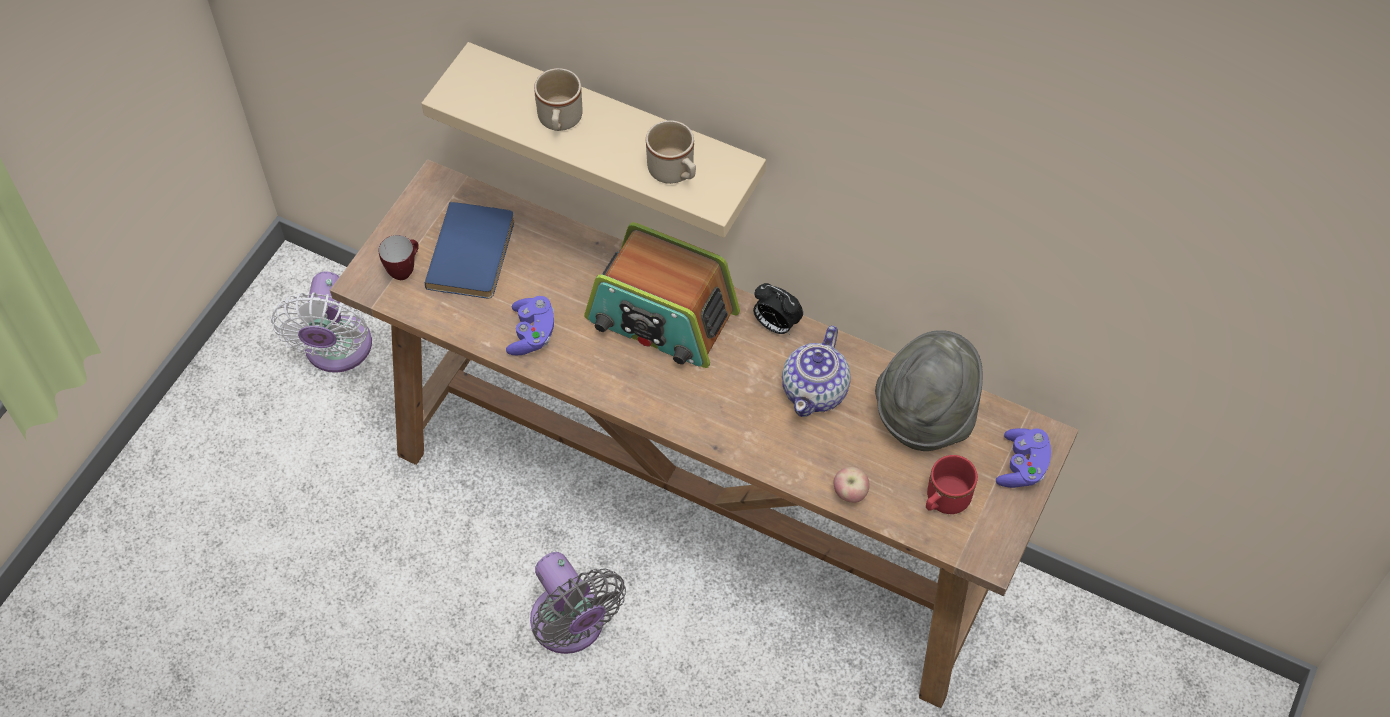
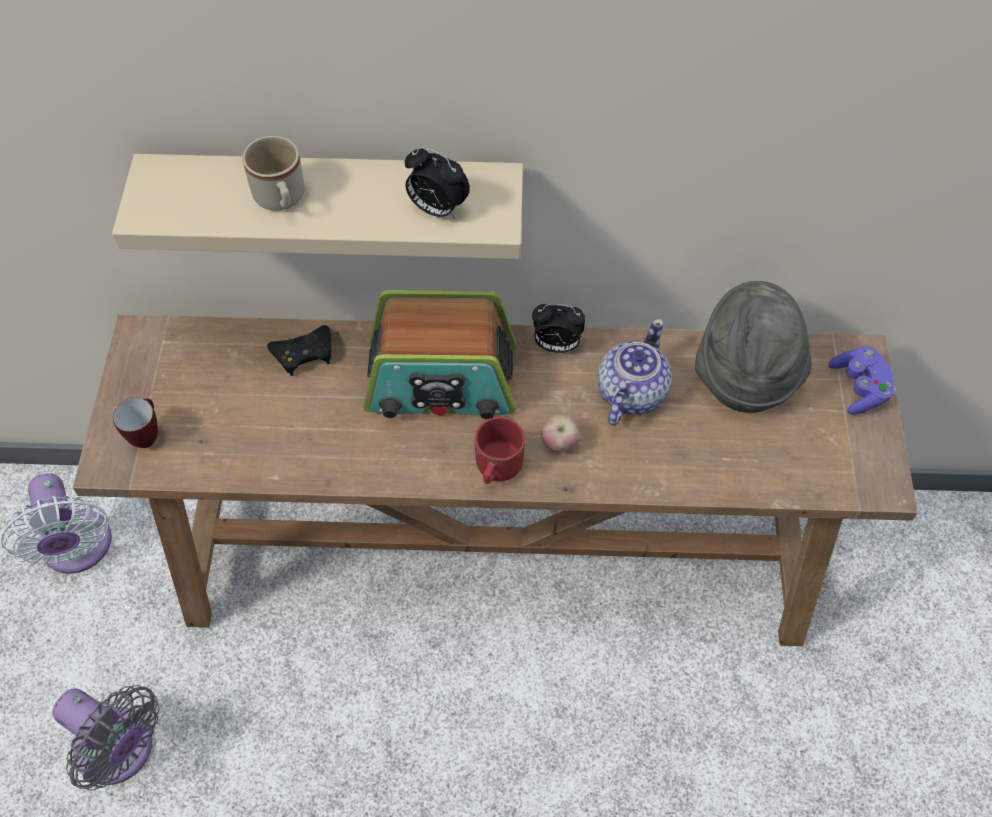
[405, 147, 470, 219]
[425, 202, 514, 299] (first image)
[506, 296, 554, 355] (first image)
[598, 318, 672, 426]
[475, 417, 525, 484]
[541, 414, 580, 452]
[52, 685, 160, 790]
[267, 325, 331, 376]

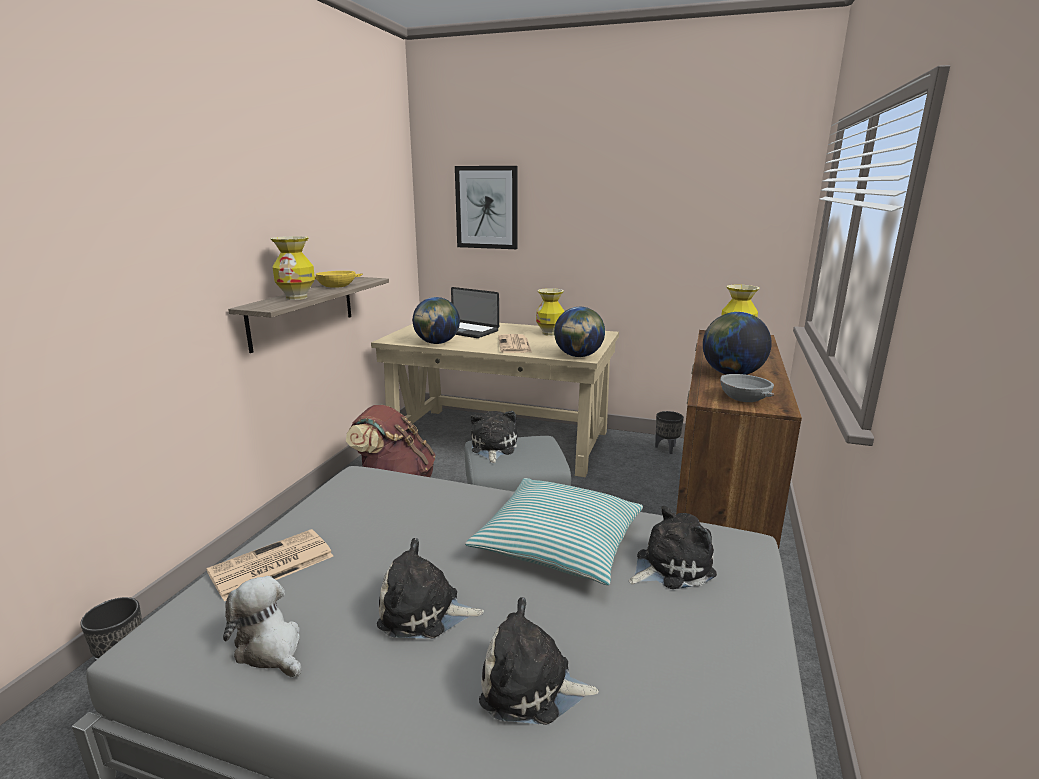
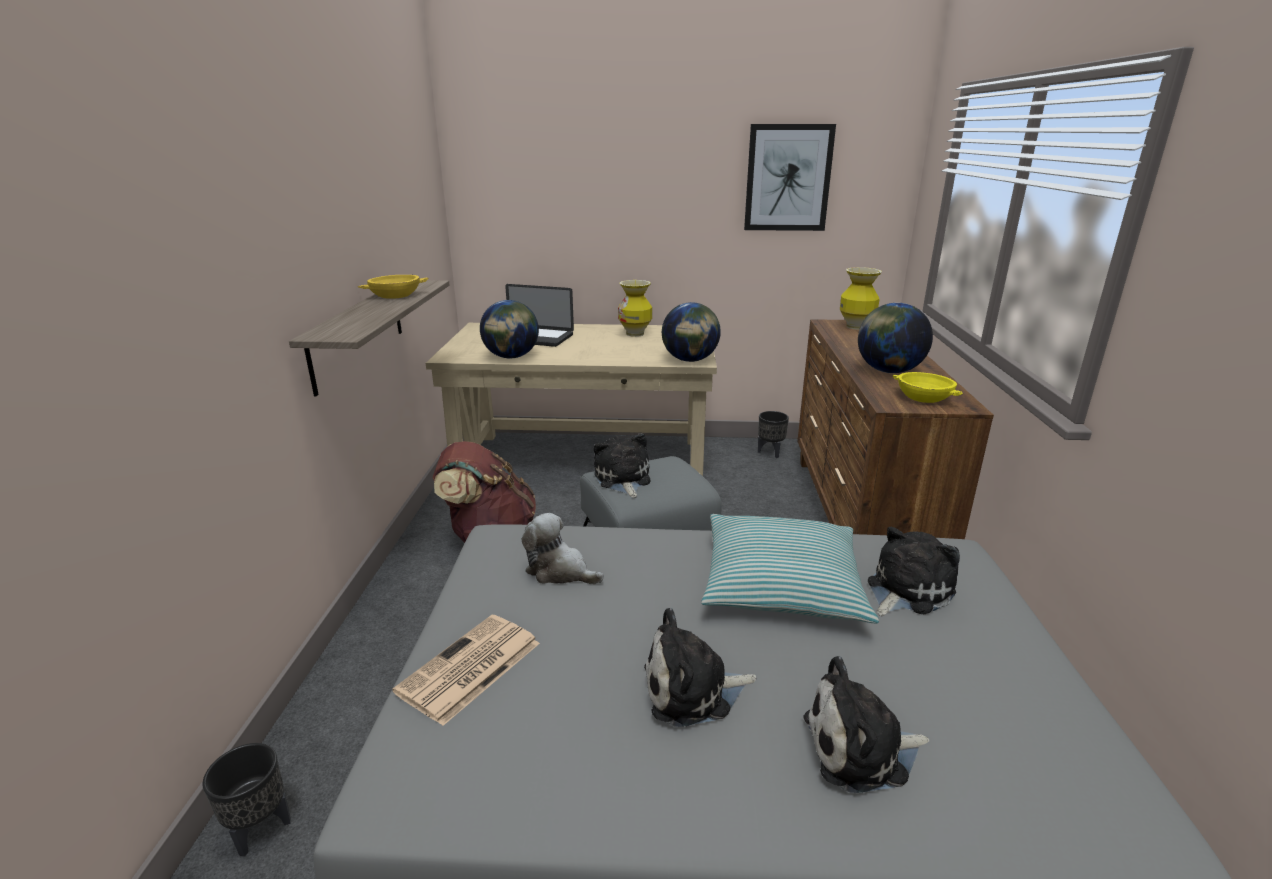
[744, 124, 836, 231]
[270, 236, 315, 300] (first image)
[498, 334, 532, 353] (first image)
[893, 372, 964, 403]
[522, 513, 604, 584]

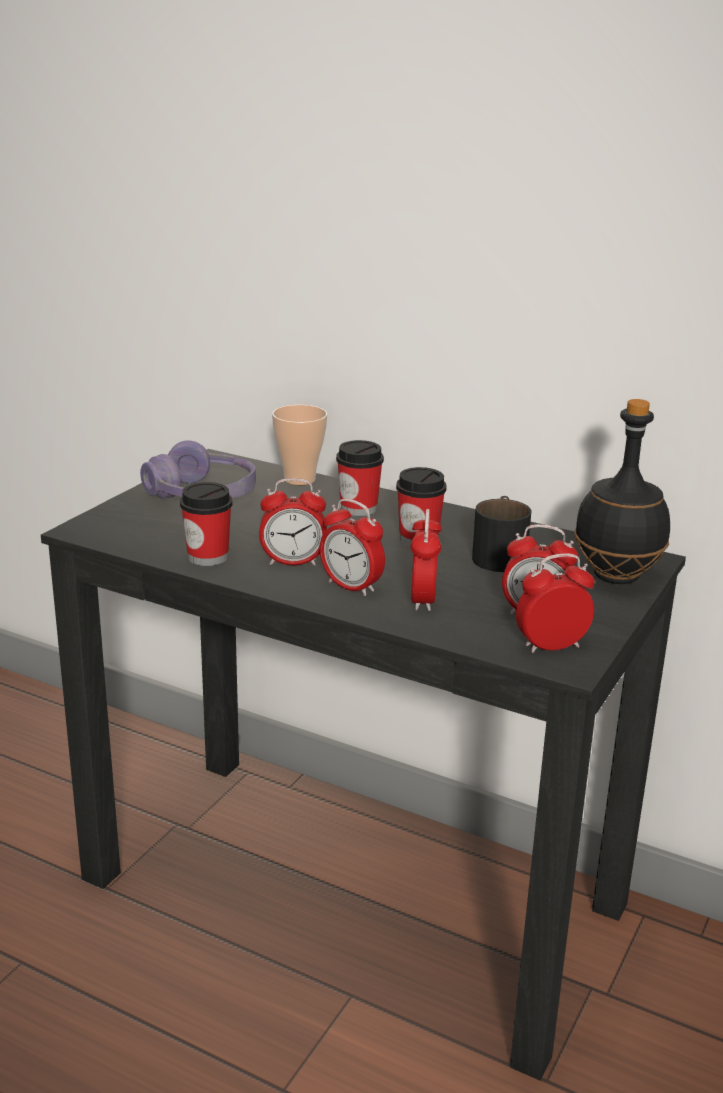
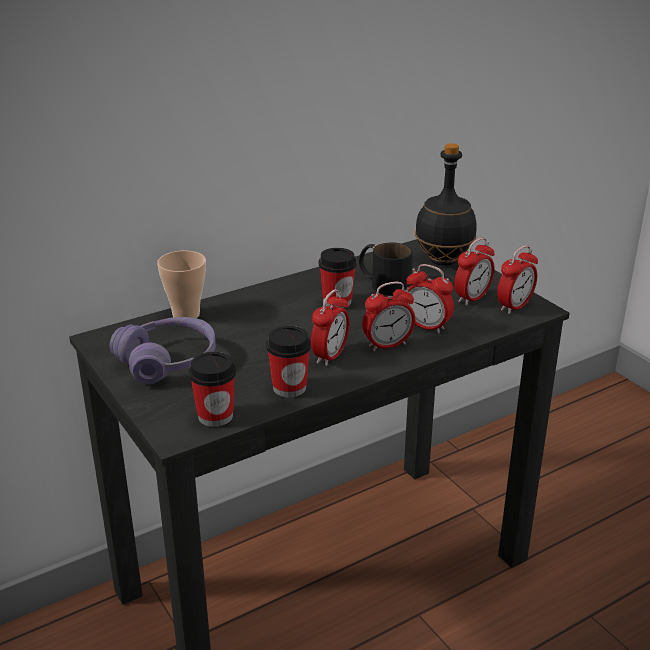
[189, 352, 236, 427]
[497, 245, 538, 314]

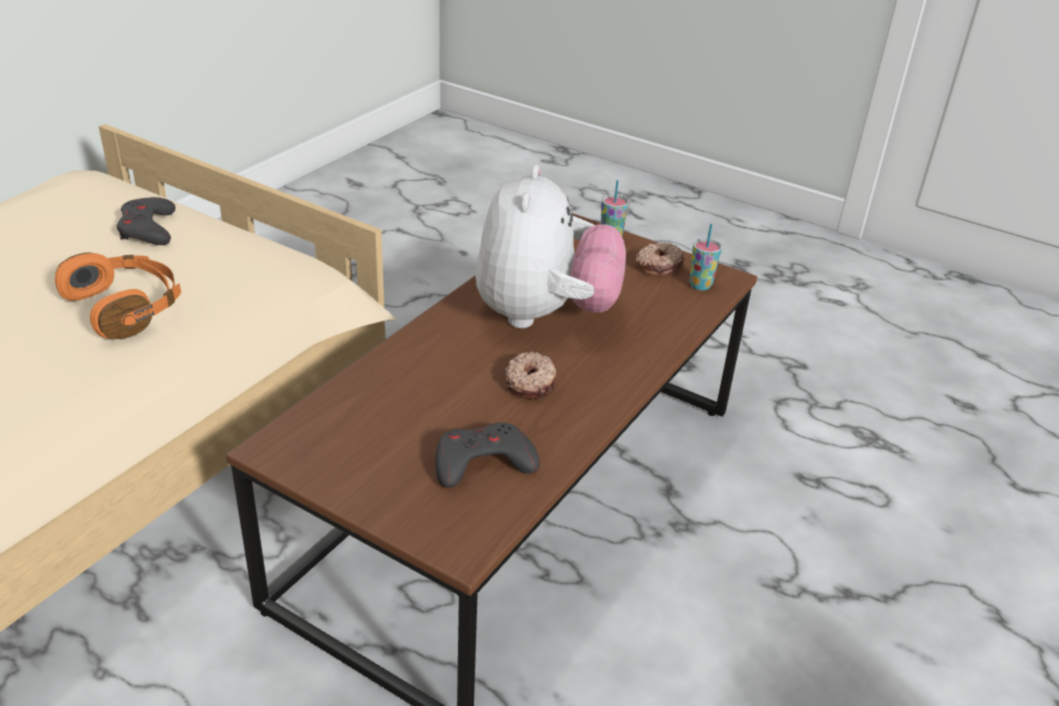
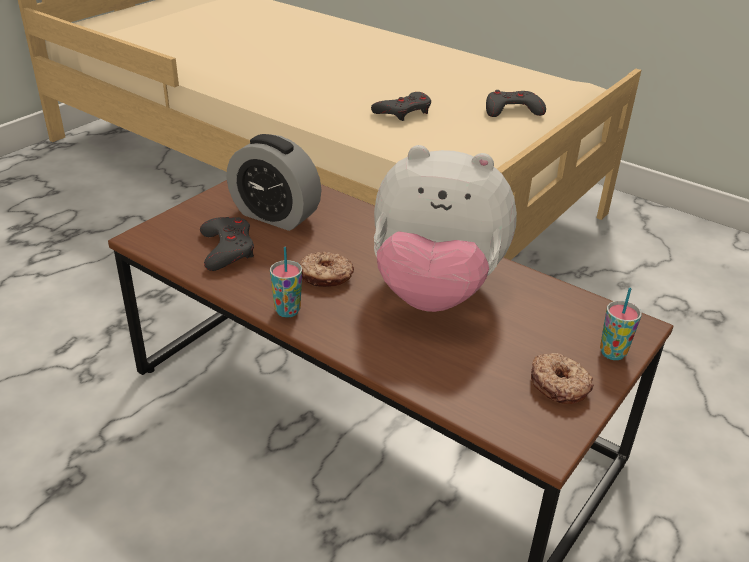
[270, 247, 302, 317]
[371, 92, 431, 121]
[227, 134, 321, 231]

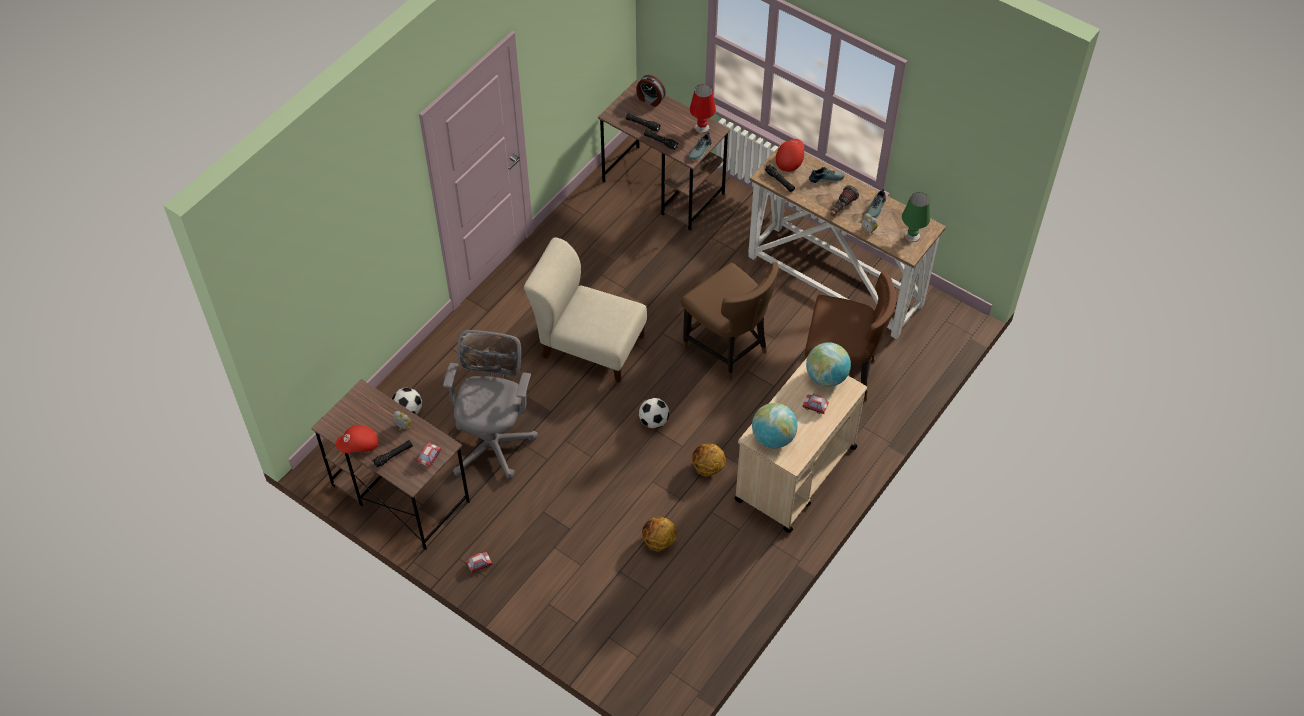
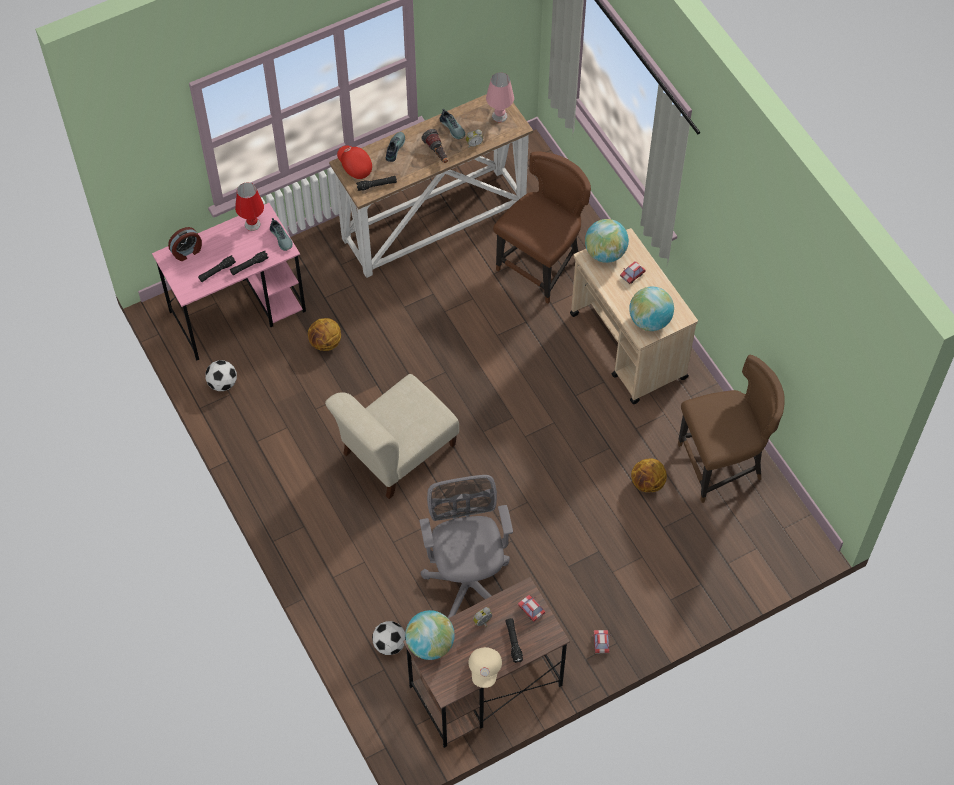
[152, 203, 306, 361]
[486, 72, 514, 122]
[678, 355, 785, 503]
[419, 475, 513, 618]
[205, 360, 237, 391]
[468, 647, 502, 688]
[308, 318, 341, 351]
[405, 610, 455, 660]

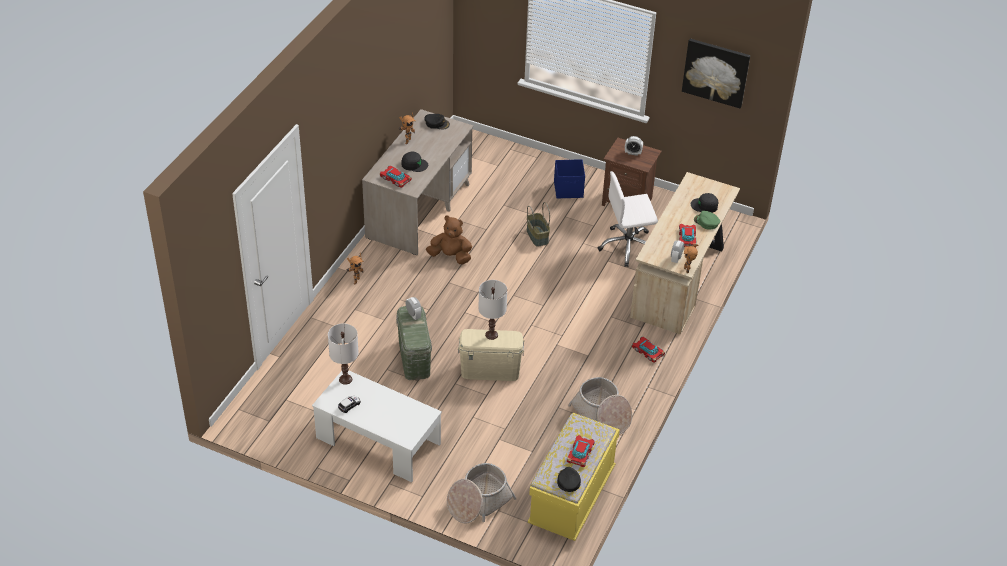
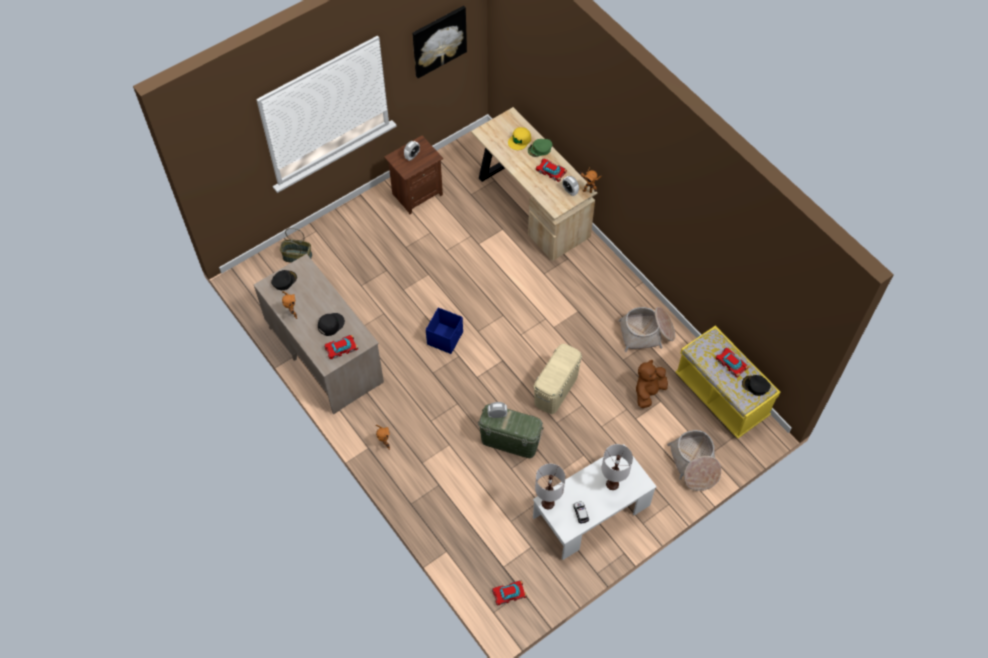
[426, 307, 463, 354]
[598, 171, 658, 267] (first image)
[508, 127, 531, 150]
[280, 228, 312, 263]
[636, 360, 668, 408]
[602, 444, 633, 490]
[492, 580, 527, 606]

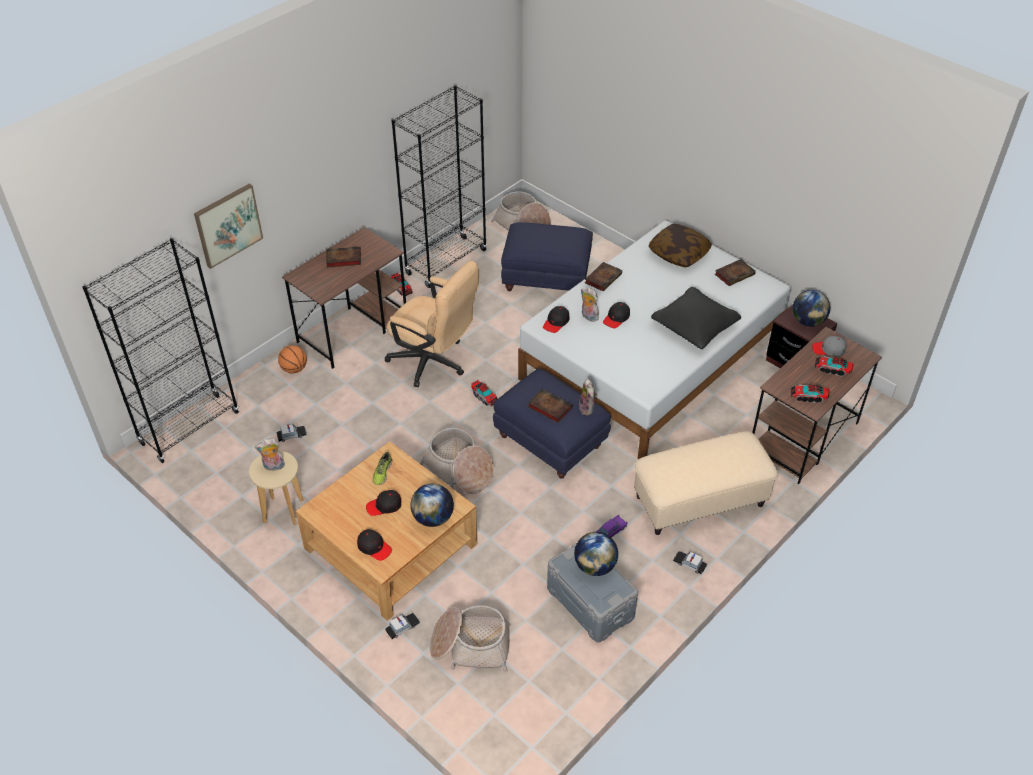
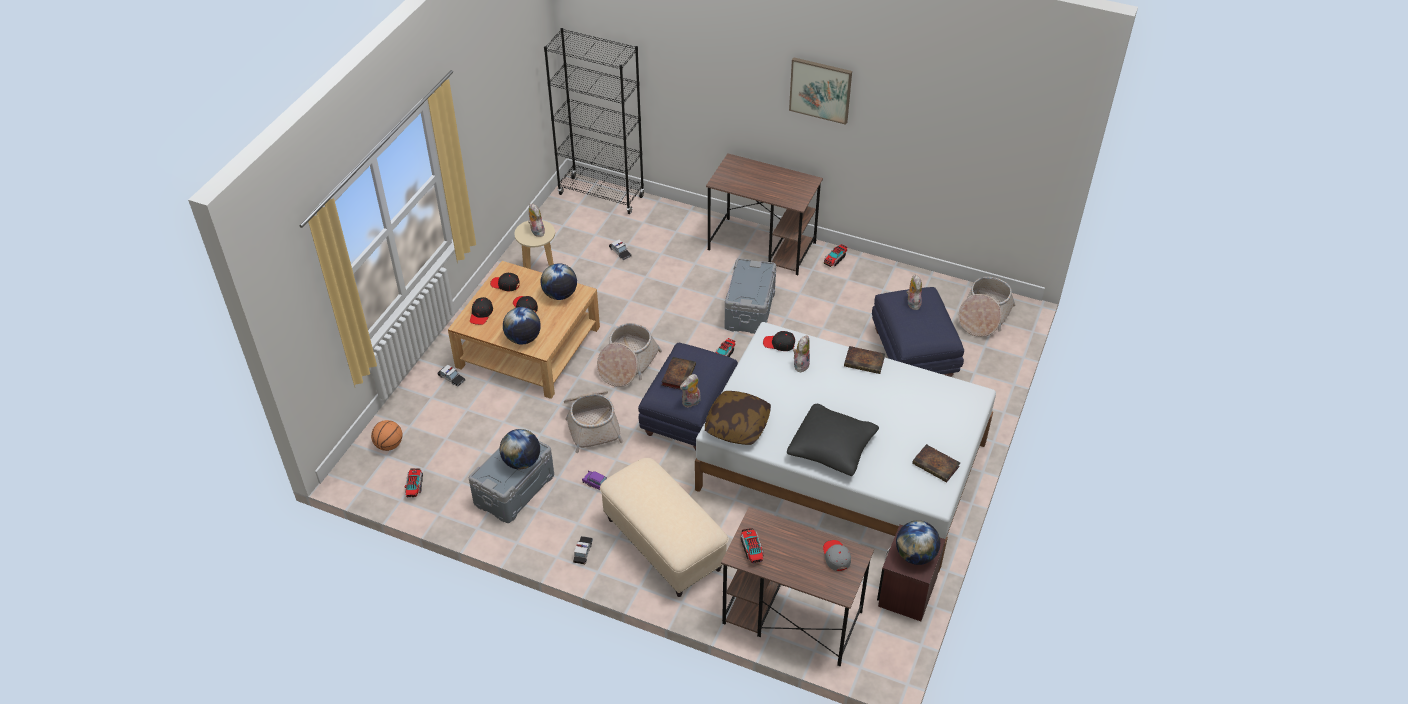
[391, 85, 487, 288] (first image)
[789, 57, 852, 125]
[705, 391, 771, 445]
[326, 247, 361, 267] (first image)
[724, 258, 776, 334]
[490, 273, 520, 291]
[371, 420, 402, 451]
[405, 468, 423, 497]
[541, 263, 577, 300]
[564, 390, 623, 453]
[907, 274, 922, 310]

